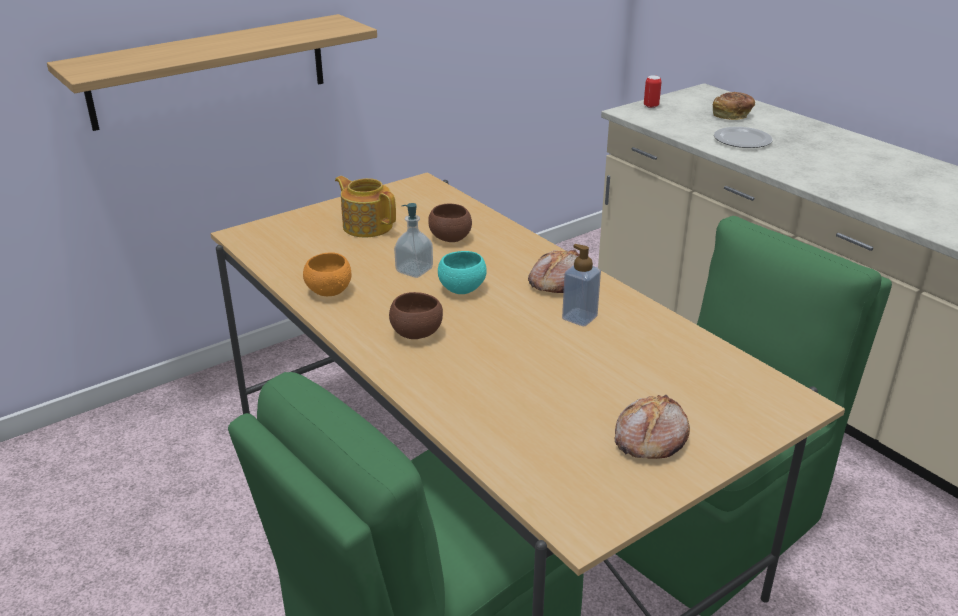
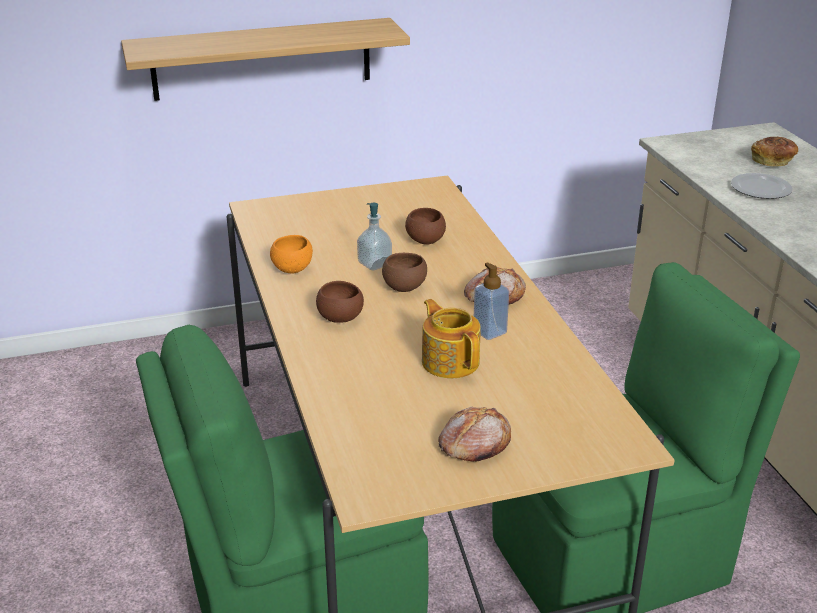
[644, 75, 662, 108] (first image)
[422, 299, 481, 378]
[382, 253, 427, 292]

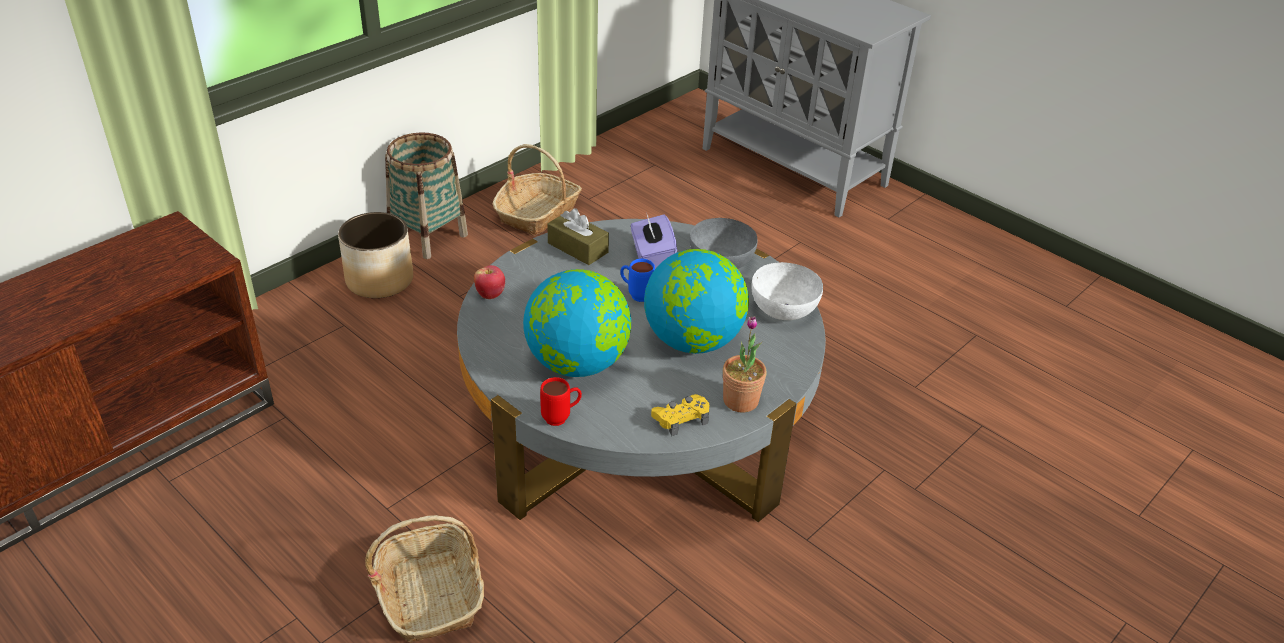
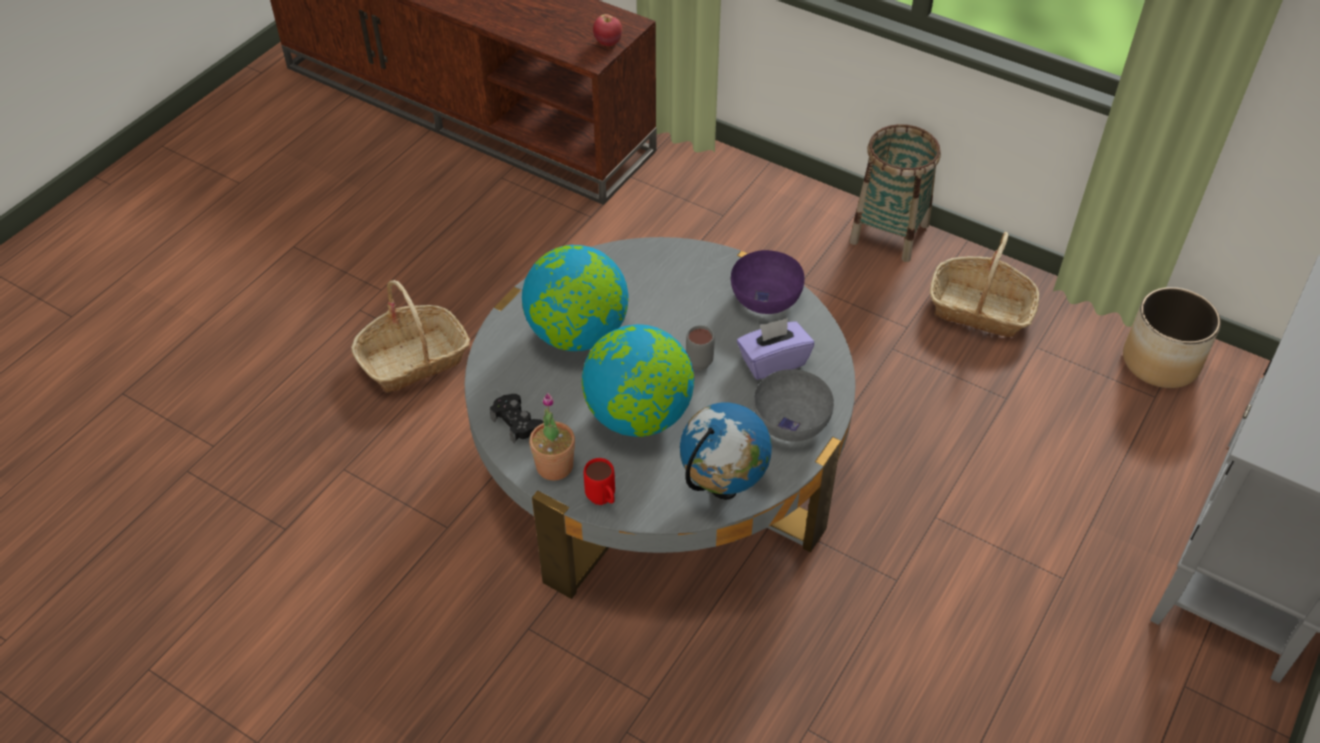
[731, 250, 805, 314]
[1123, 287, 1221, 388]
[686, 325, 715, 370]
[680, 402, 772, 500]
[593, 14, 622, 46]
[584, 458, 615, 505]
[490, 394, 544, 443]

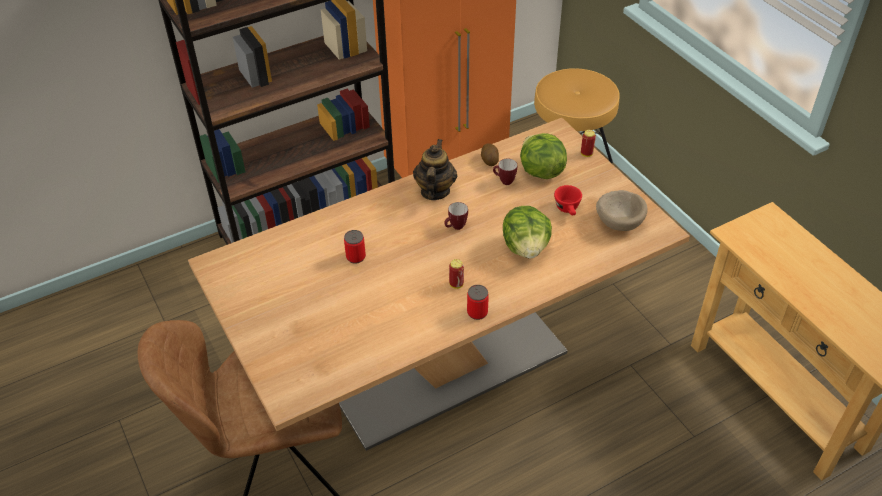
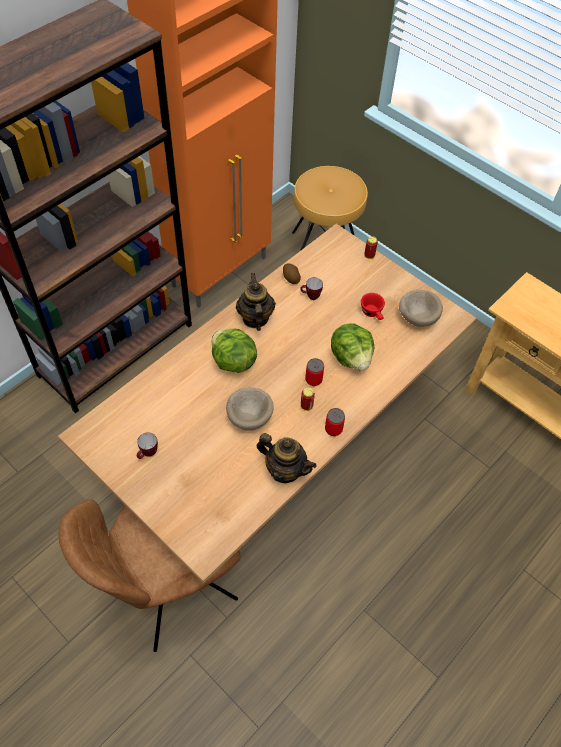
[212, 329, 257, 373]
[137, 432, 158, 459]
[305, 358, 324, 386]
[226, 387, 274, 431]
[256, 433, 317, 483]

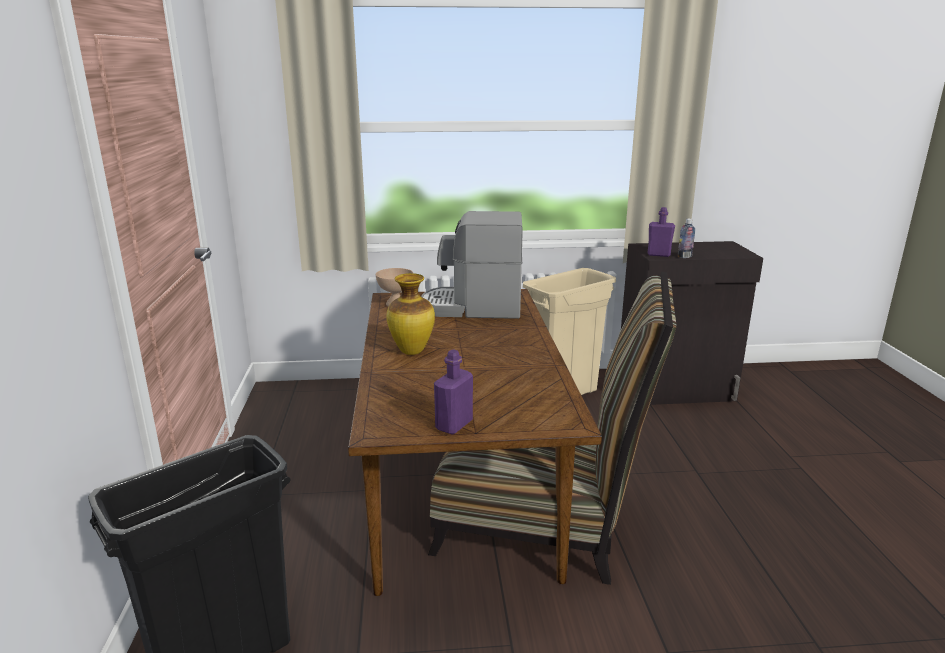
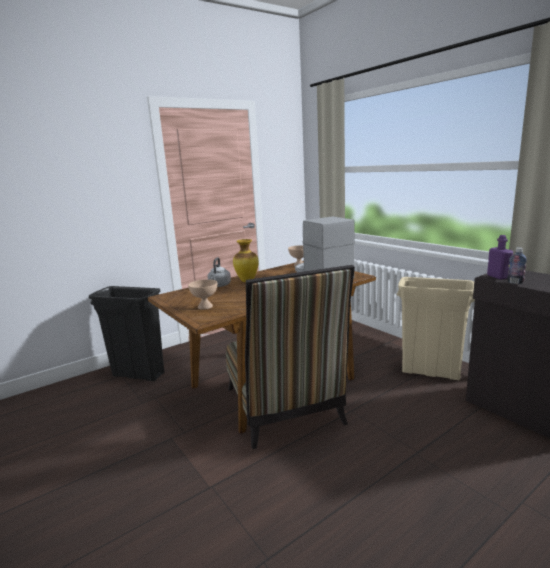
[434, 349, 473, 434] (first image)
[207, 257, 231, 287]
[188, 279, 217, 310]

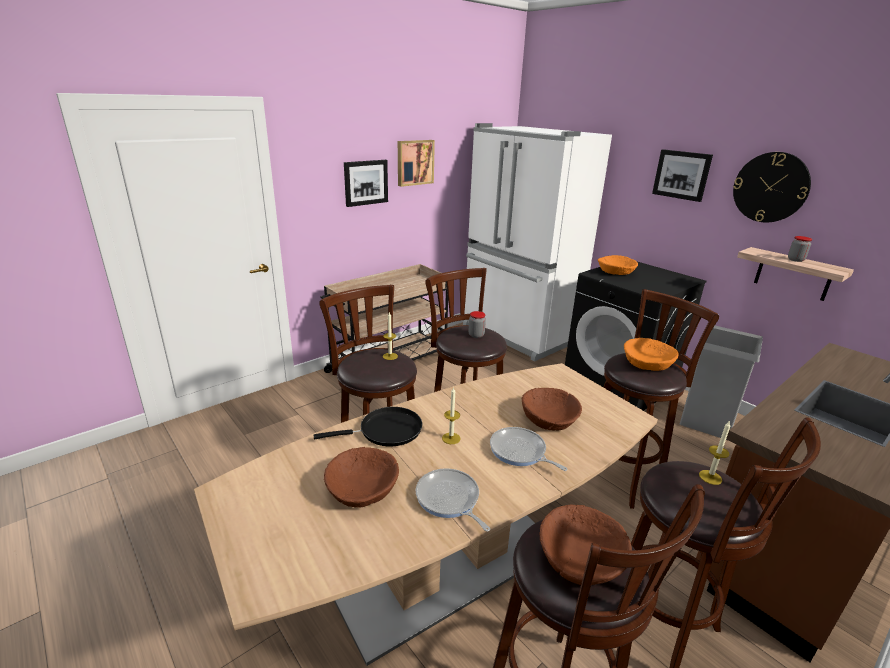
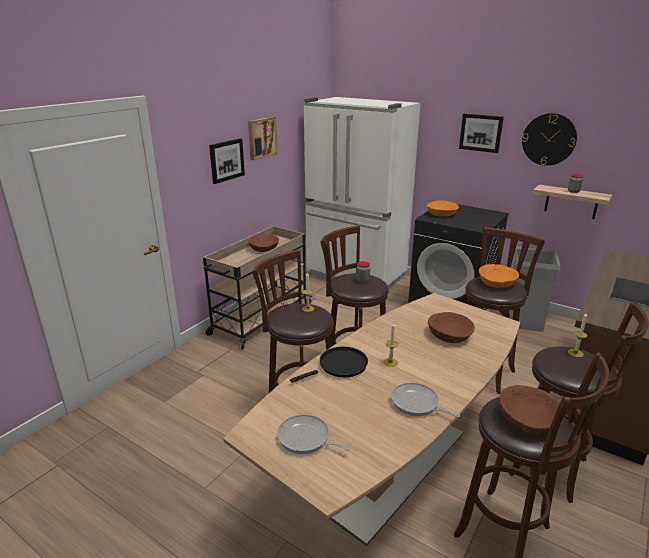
[277, 414, 351, 454]
[248, 234, 279, 252]

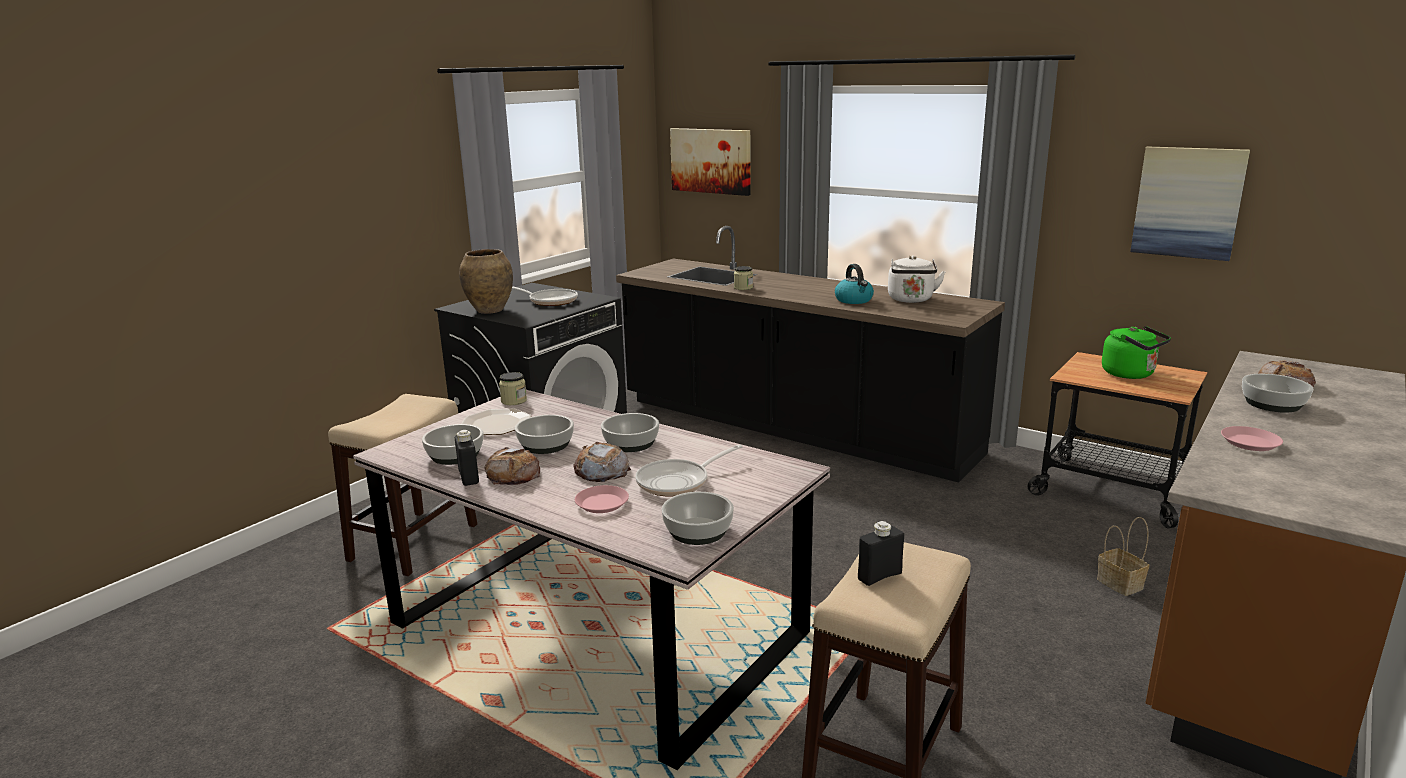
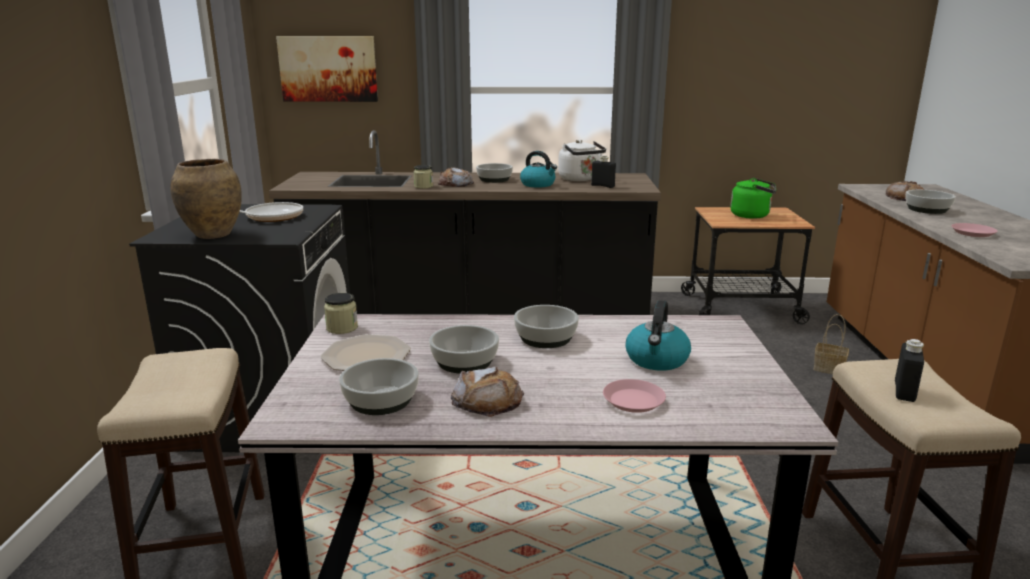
[1130, 146, 1250, 261] (first image)
[591, 155, 616, 188]
[438, 167, 474, 187]
[626, 300, 691, 371]
[476, 163, 513, 183]

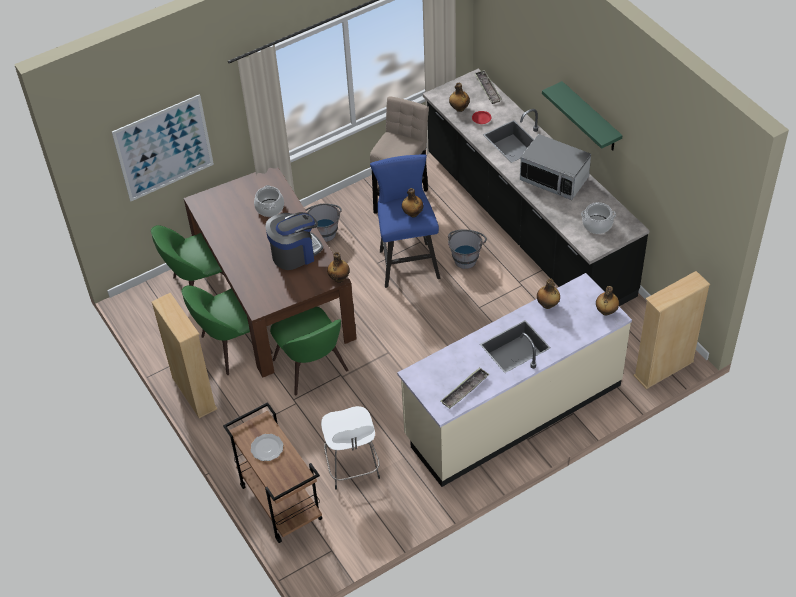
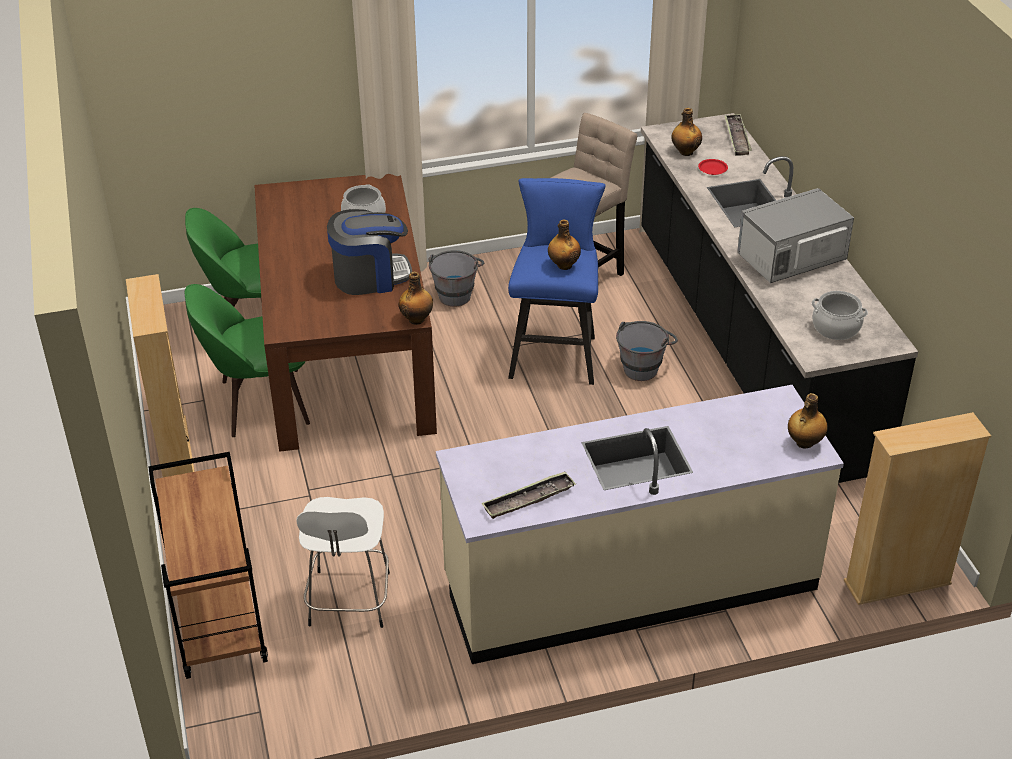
[542, 81, 623, 150] (first image)
[112, 94, 214, 202] (first image)
[737, 188, 854, 283]
[537, 279, 560, 309] (first image)
[270, 307, 348, 395] (first image)
[251, 434, 283, 461] (first image)

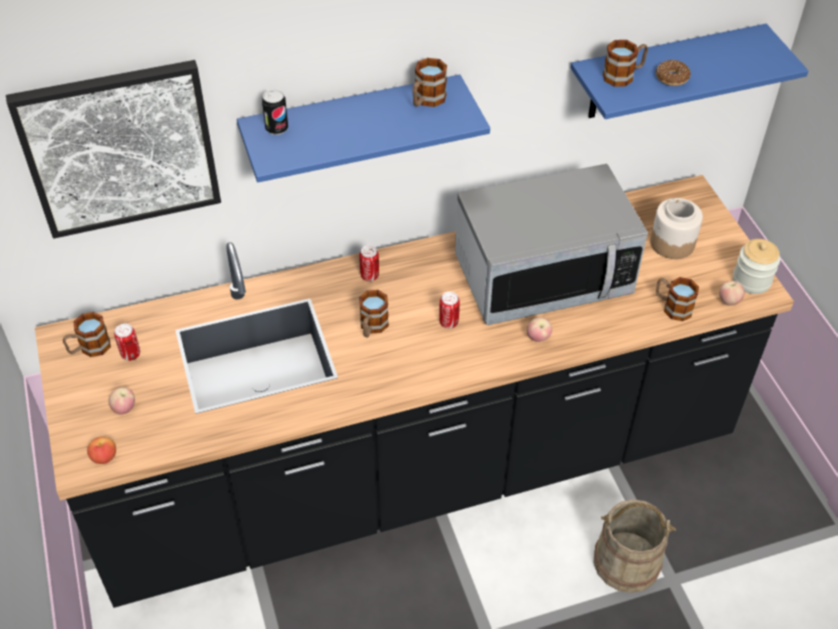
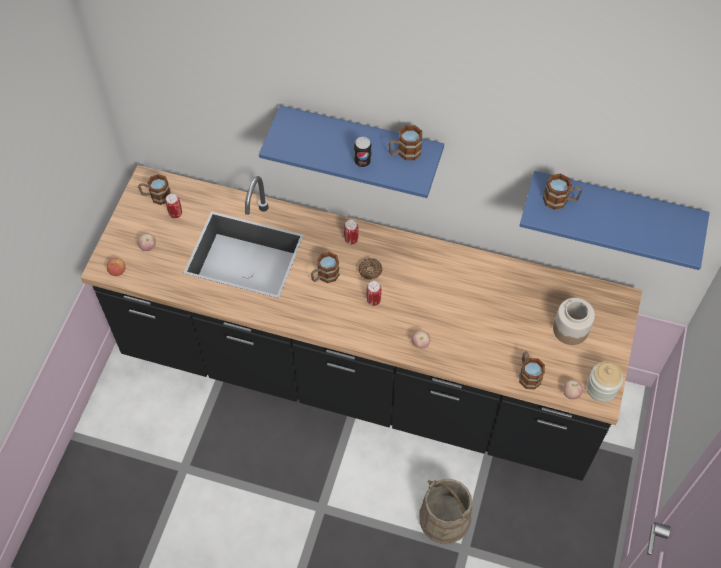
[6, 60, 221, 239] (first image)
[358, 258, 382, 280]
[354, 137, 372, 167]
[455, 164, 648, 325] (first image)

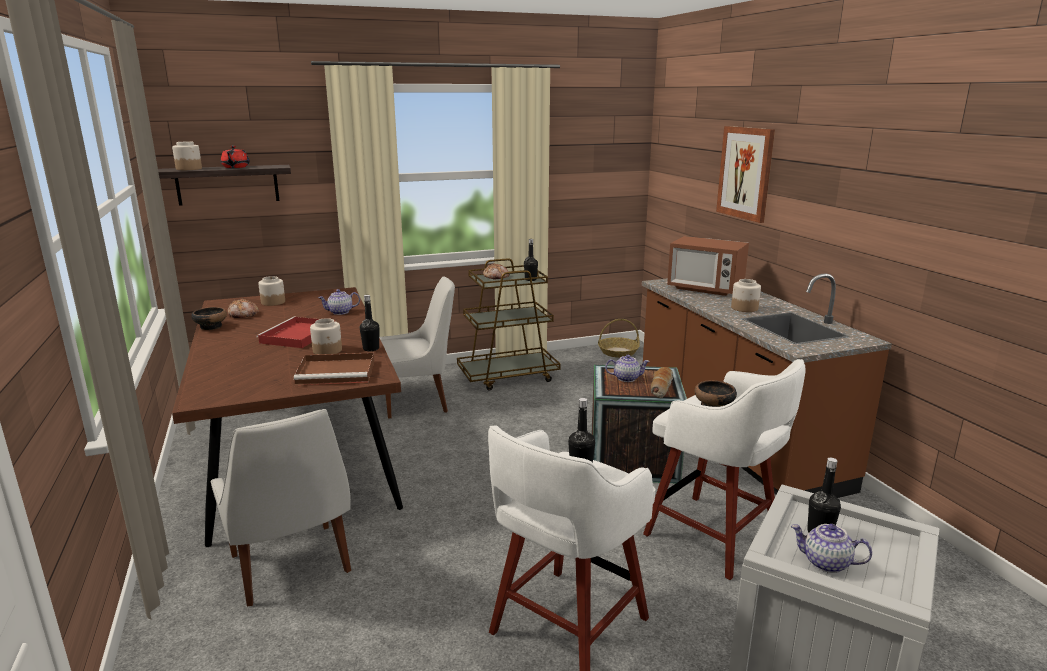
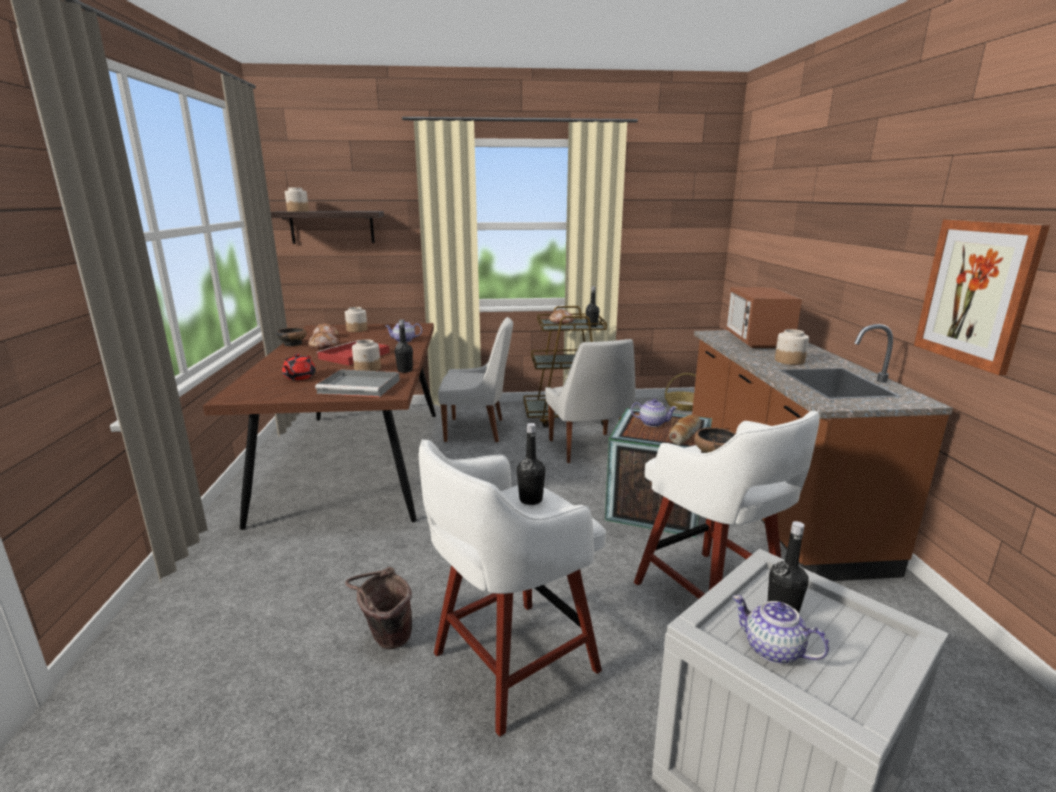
[914, 219, 1050, 375]
[282, 353, 316, 380]
[726, 287, 802, 348]
[315, 369, 400, 397]
[545, 339, 635, 463]
[308, 331, 339, 349]
[345, 567, 412, 649]

